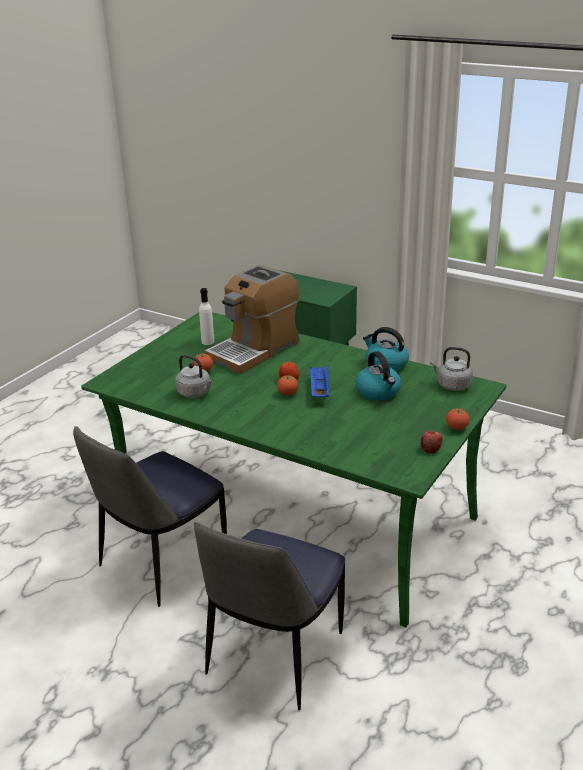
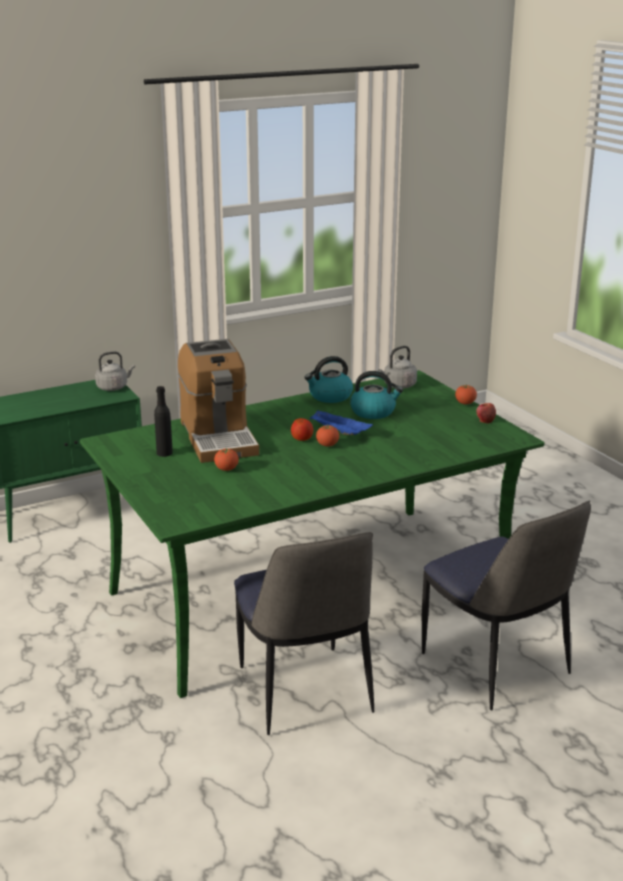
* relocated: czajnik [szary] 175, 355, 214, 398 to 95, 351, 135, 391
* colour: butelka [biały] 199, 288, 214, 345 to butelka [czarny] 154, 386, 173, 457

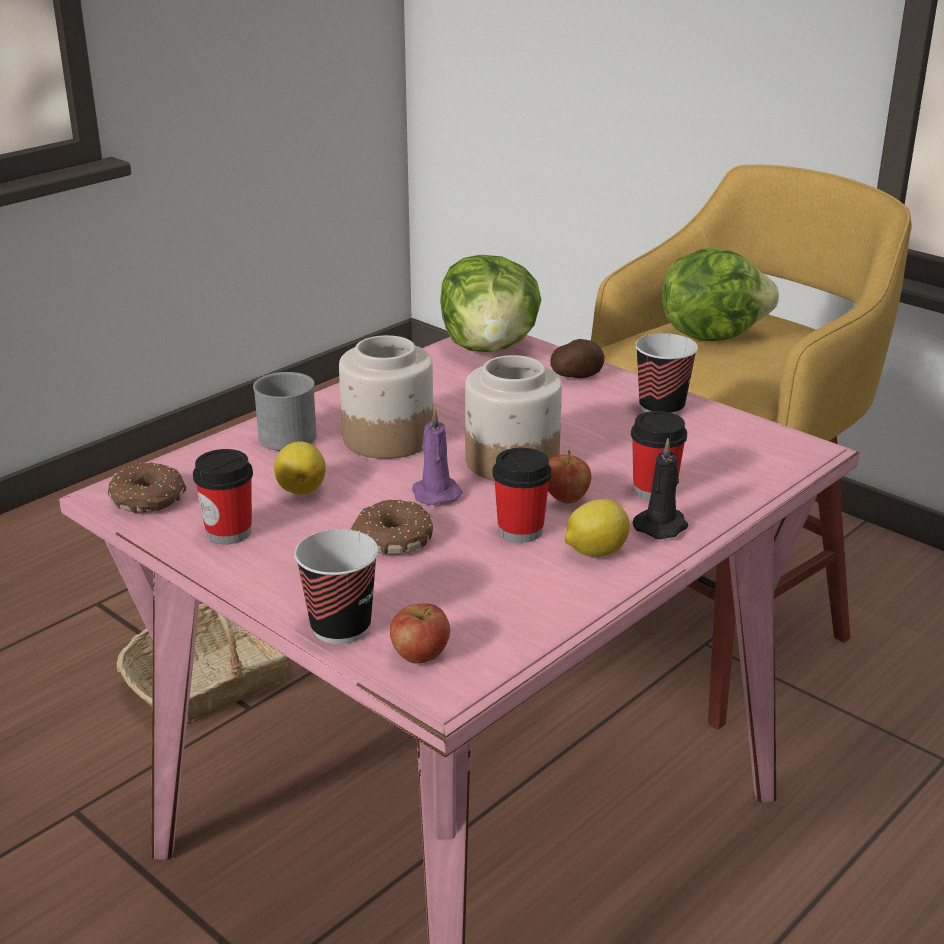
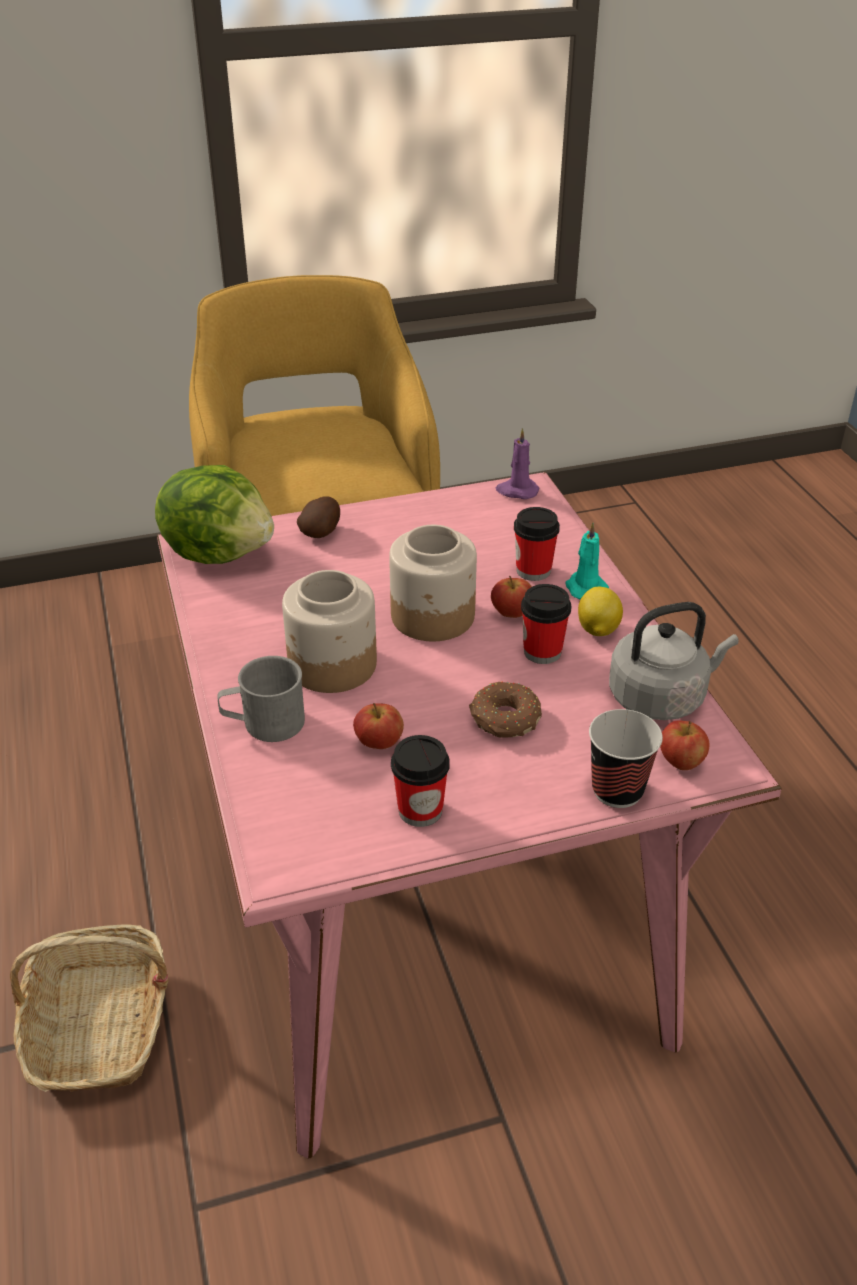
* exchanged: cytryna 274, 442, 326, 495 to jabłko 353, 703, 404, 749
* relocated: świeca [fioletowy] 412, 408, 463, 505 to 496, 428, 539, 499
* colour: świeca [czarny] 632, 438, 688, 540 to świeca [turkusowy] 566, 522, 609, 599
* appeared: czajnik [szary] 609, 602, 739, 720
* missing: donut 108, 462, 186, 513
* missing: filiżanka 635, 333, 698, 415
* missing: sałata 662, 248, 779, 341

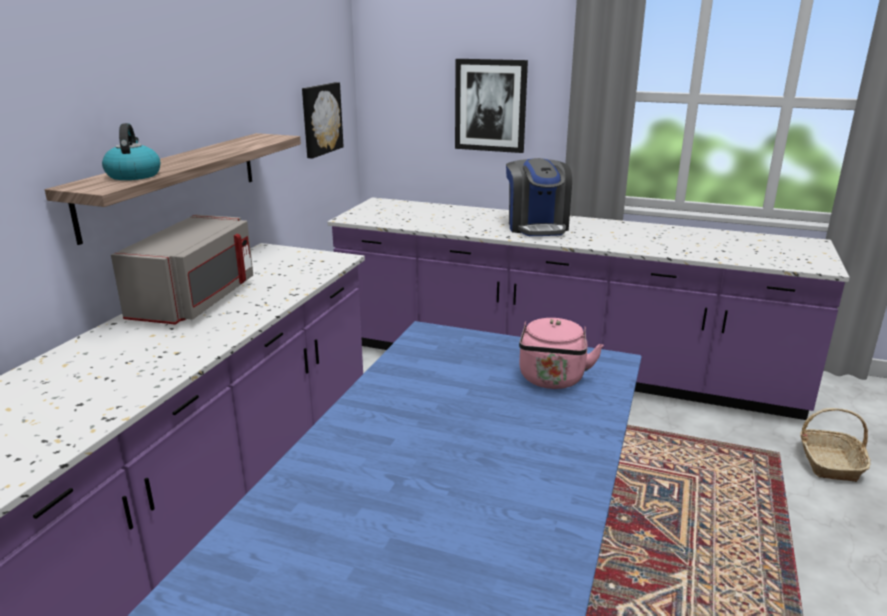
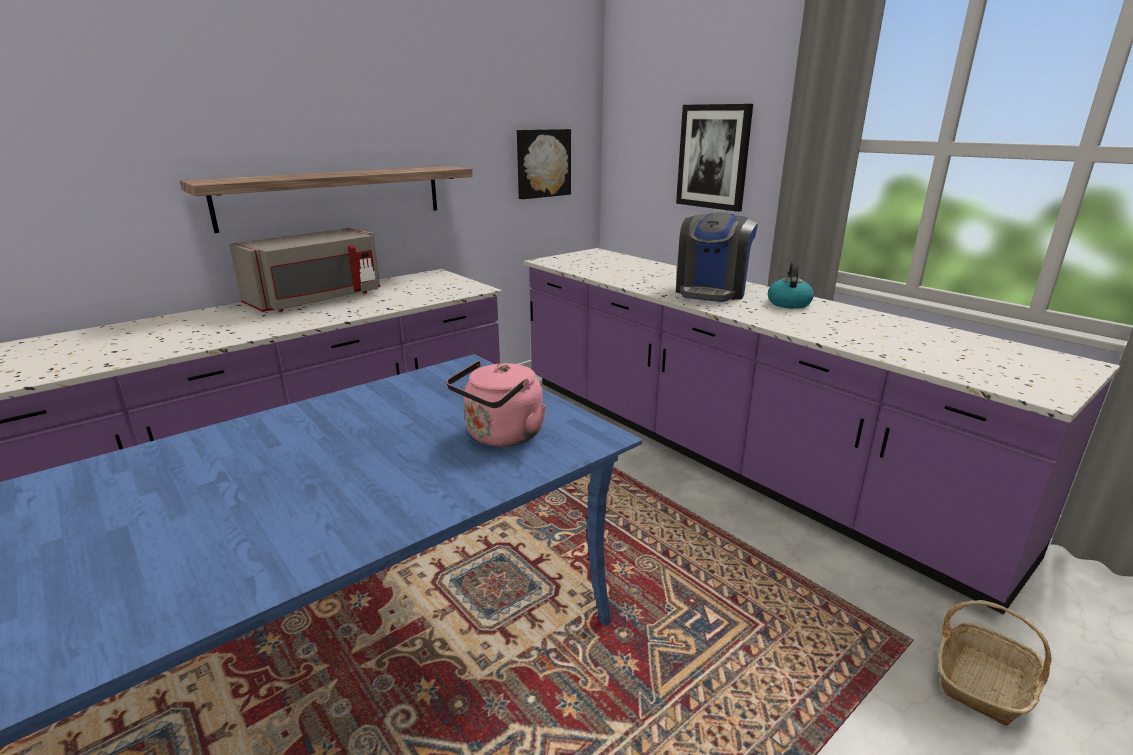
* relocated: czajnik 102, 123, 160, 180 to 768, 262, 814, 309

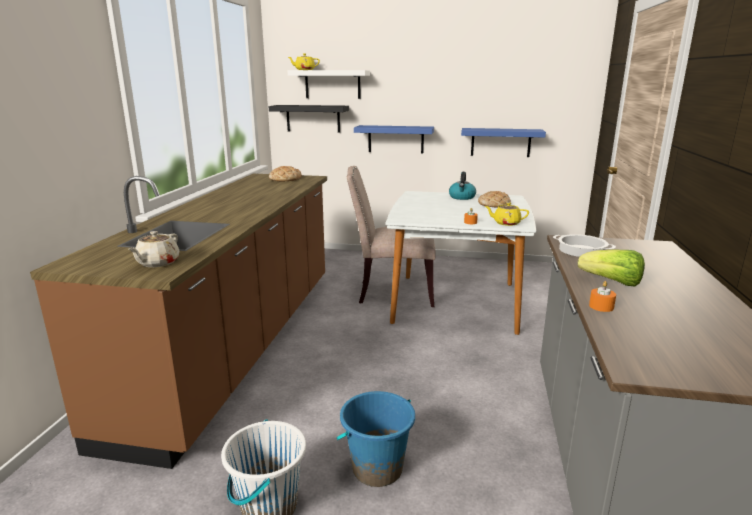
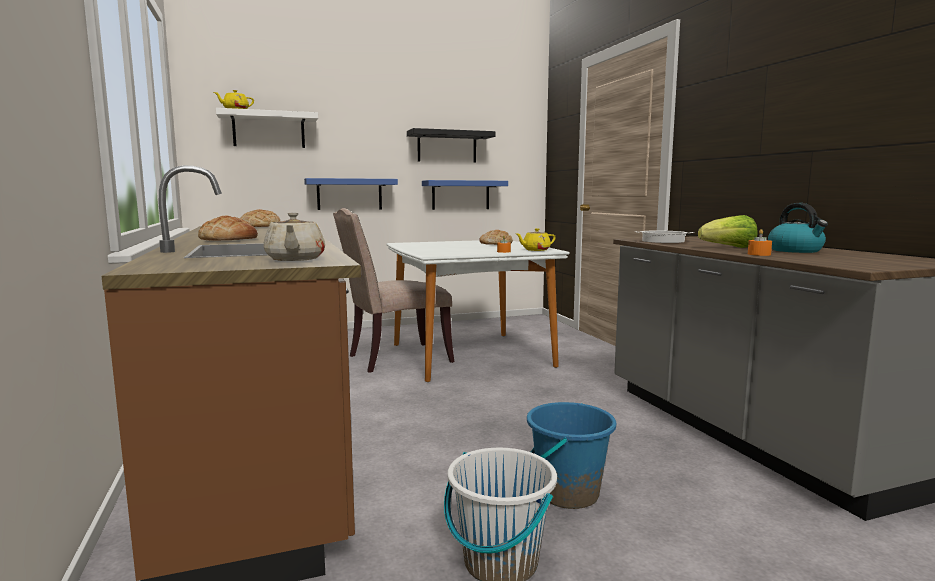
* appeared: chleb 198, 216, 258, 241
* relocated: półka [czarny] 269, 105, 349, 133 to 407, 128, 495, 163
* relocated: czajnik 449, 172, 476, 200 to 768, 203, 828, 253

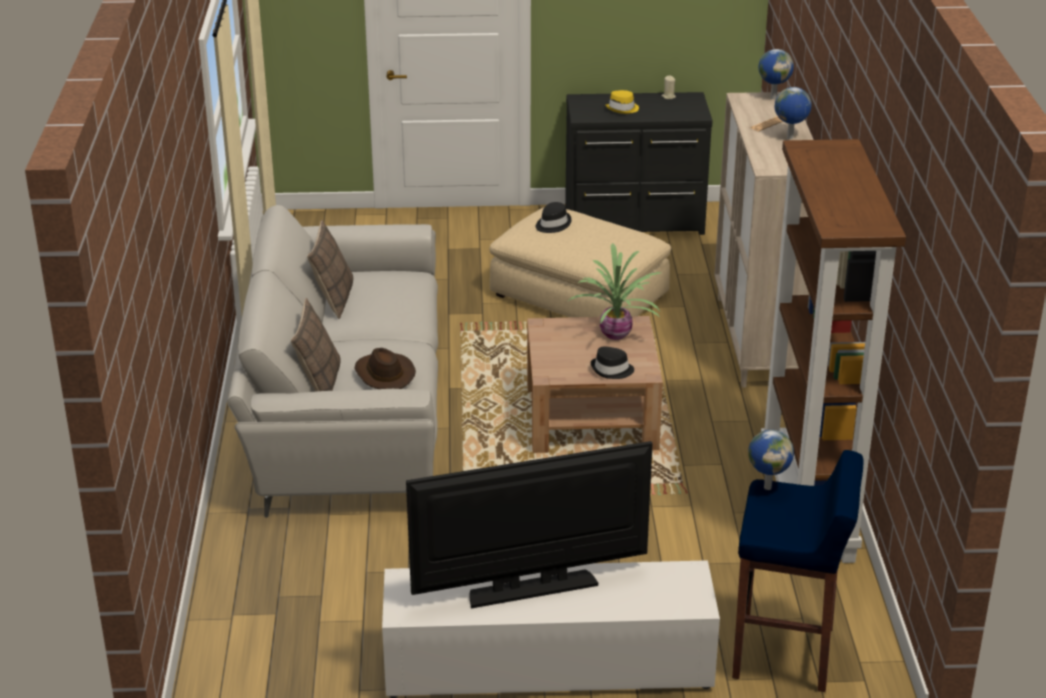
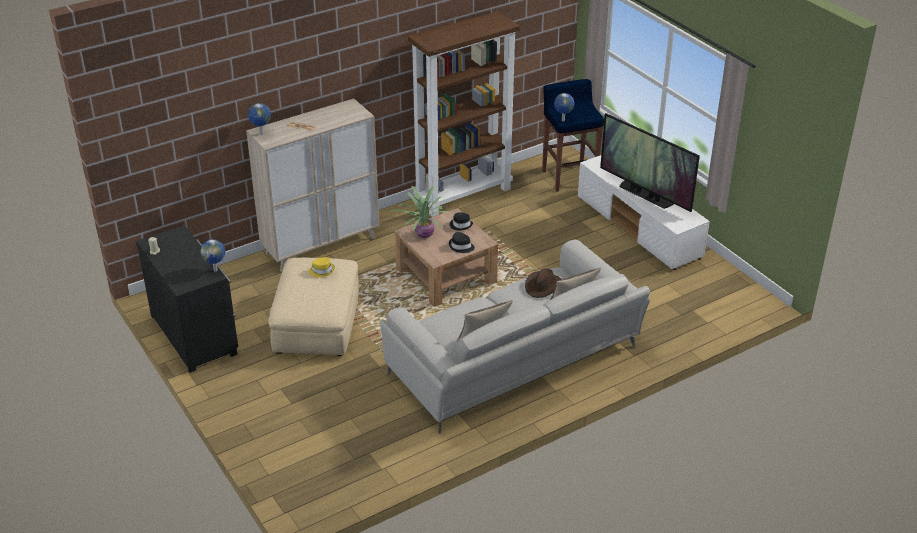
* relocated: globus 775, 87, 811, 139 to 200, 239, 225, 272
* relocated: kapelusz [żółty] 605, 90, 639, 114 to 308, 257, 335, 278
* relocated: kapelusz [czarny] 536, 202, 572, 233 to 449, 232, 475, 253

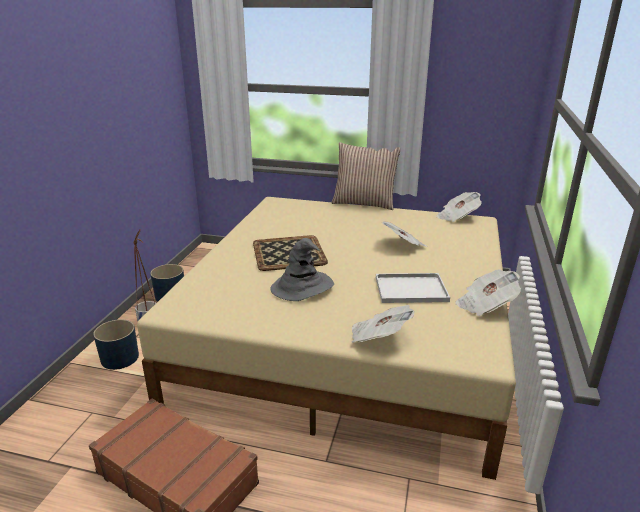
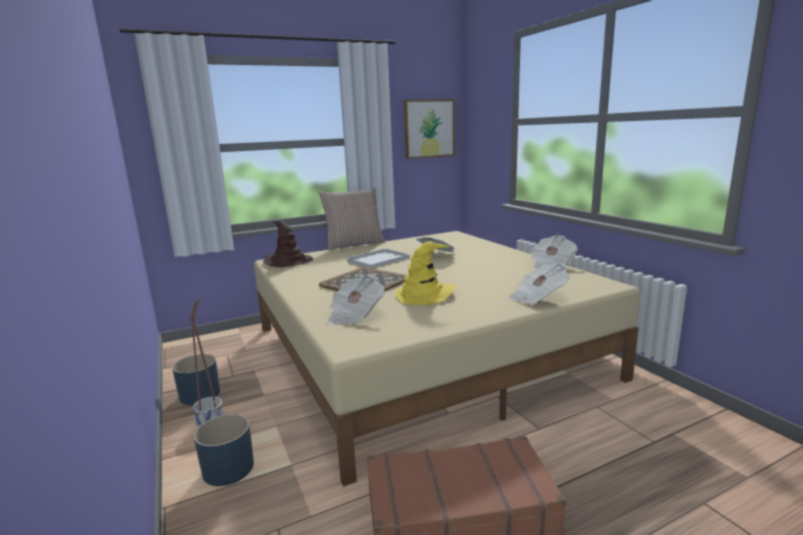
* appeared: kapelusz [brązowy] 263, 220, 313, 267
* relocated: gazeta 436, 192, 482, 222 to 327, 275, 385, 325
* relocated: taca [biały] 376, 273, 450, 303 to 347, 248, 410, 268
* colour: kapelusz [szary] 270, 238, 334, 301 to kapelusz [żółty] 395, 241, 456, 305
* appeared: obraz 404, 99, 455, 159

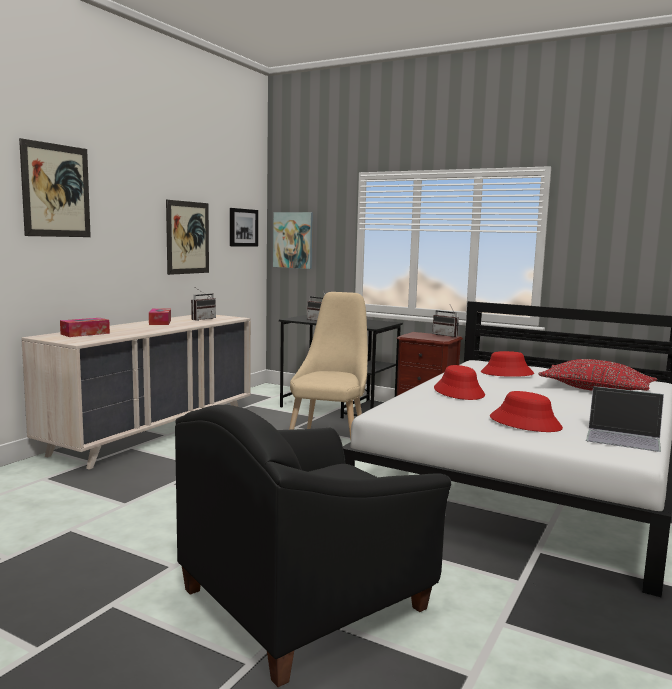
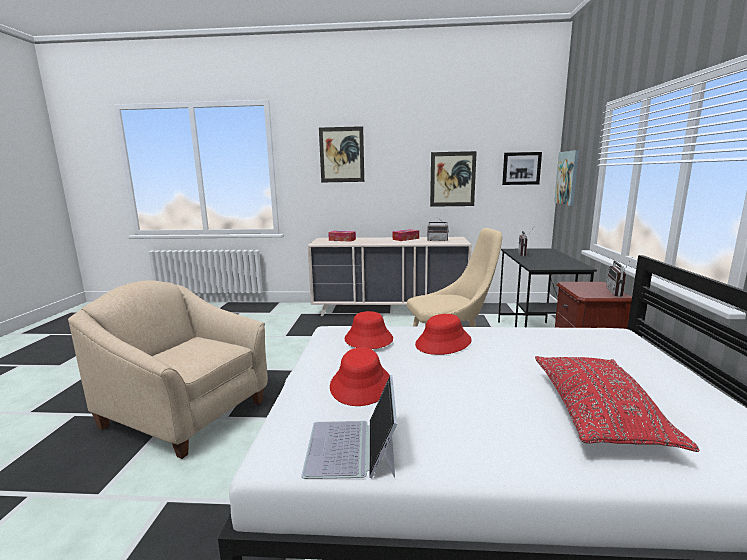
* colour: fotel [czarny] 175, 405, 452, 687 to fotel [beżowy] 68, 280, 268, 459
* relocated: kapelusz [czerwony] 481, 351, 534, 377 to 345, 311, 393, 349

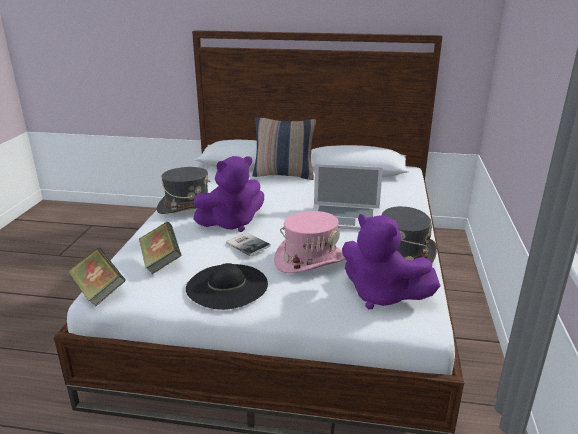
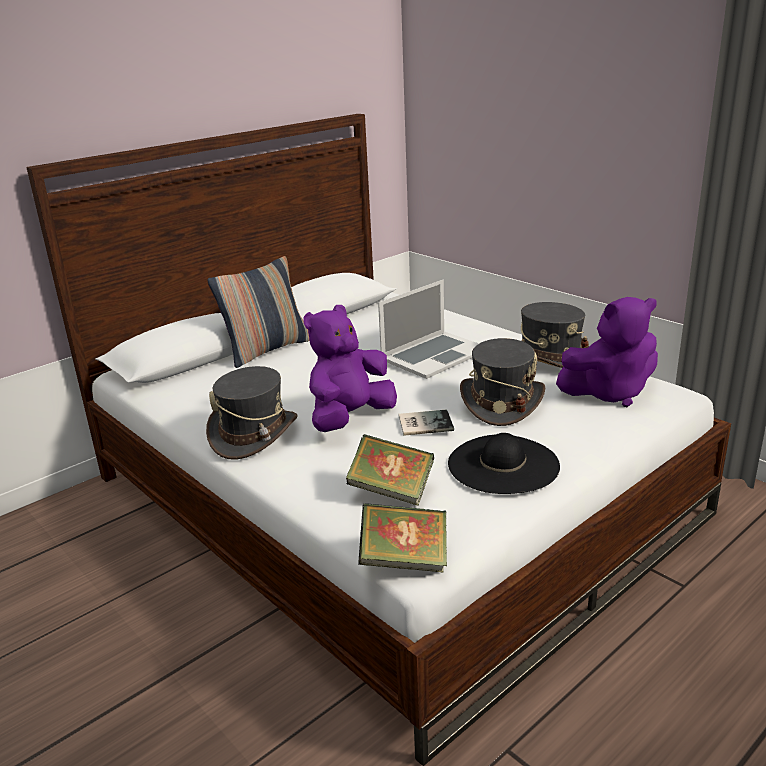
* spun: pluszak [fioletowy] 193, 156, 264, 232 = 303, 305, 397, 432 150 degrees counterclockwise
* colour: kapelusz [różowy] 274, 211, 345, 273 to kapelusz [szary] 460, 338, 545, 426

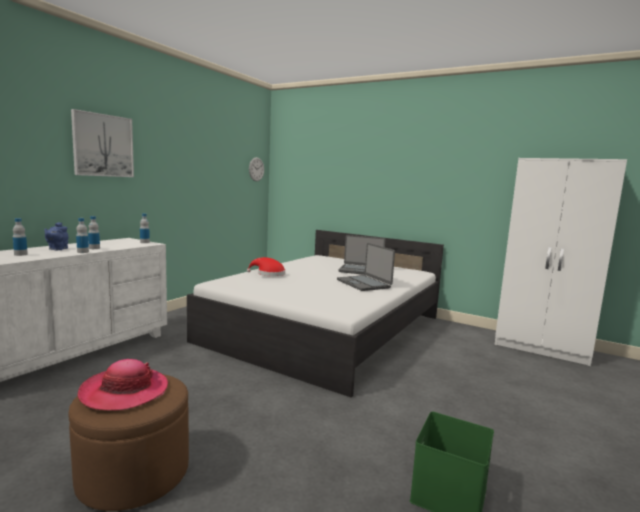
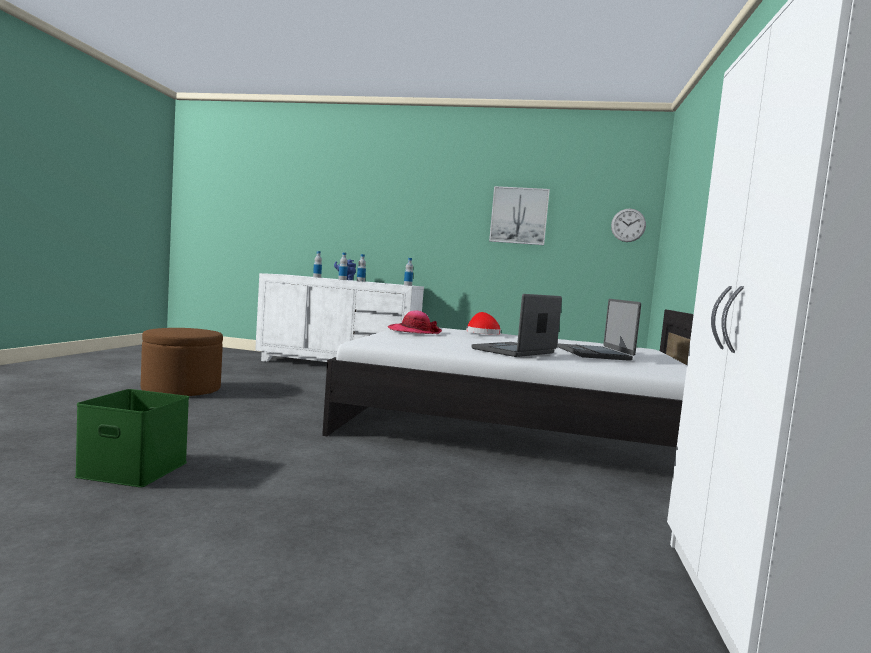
* relocated: kapelusz 78, 359, 168, 411 to 388, 311, 442, 334
* relocated: obraz 71, 109, 134, 177 to 489, 186, 550, 245

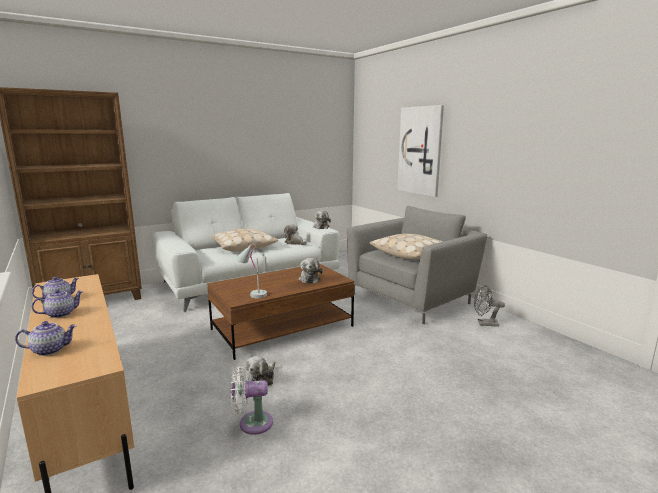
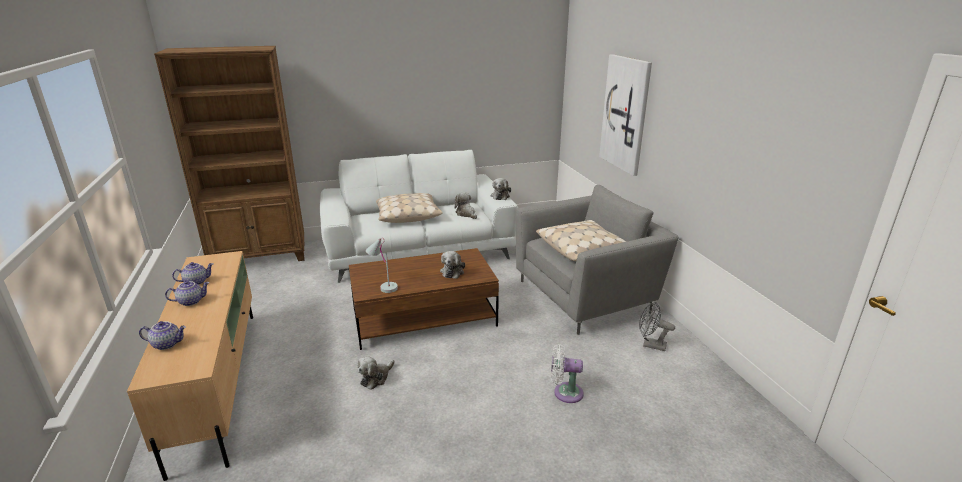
* relocated: wentylator [biały] 231, 366, 273, 435 to 551, 344, 584, 403

